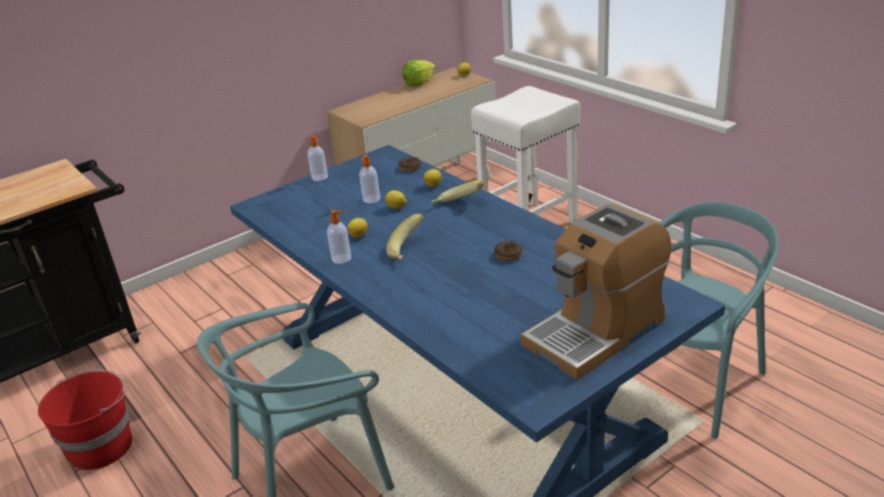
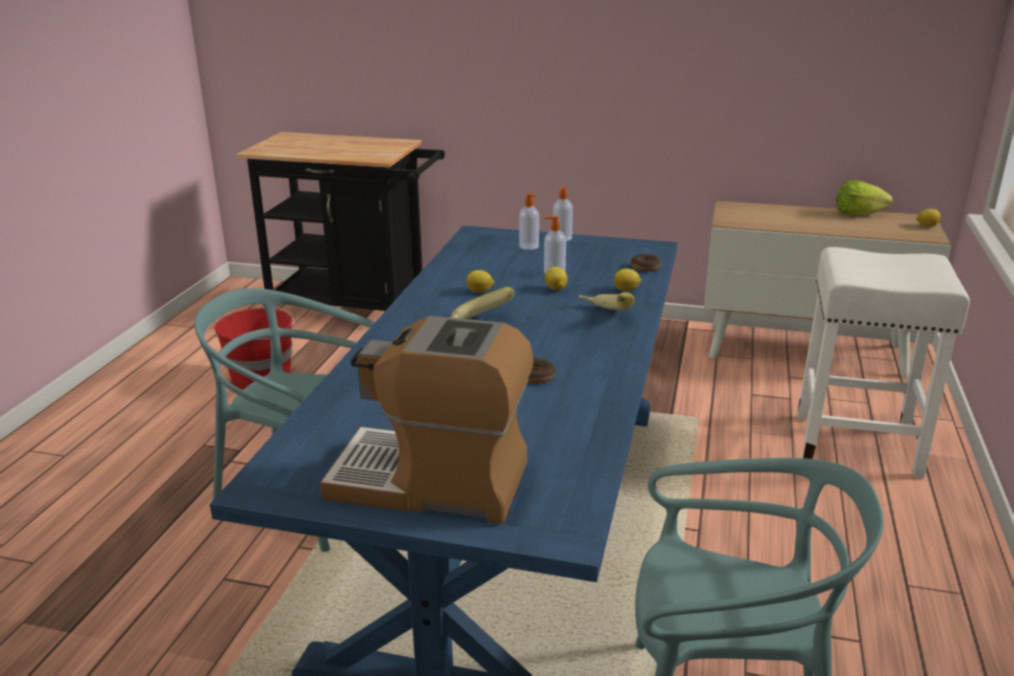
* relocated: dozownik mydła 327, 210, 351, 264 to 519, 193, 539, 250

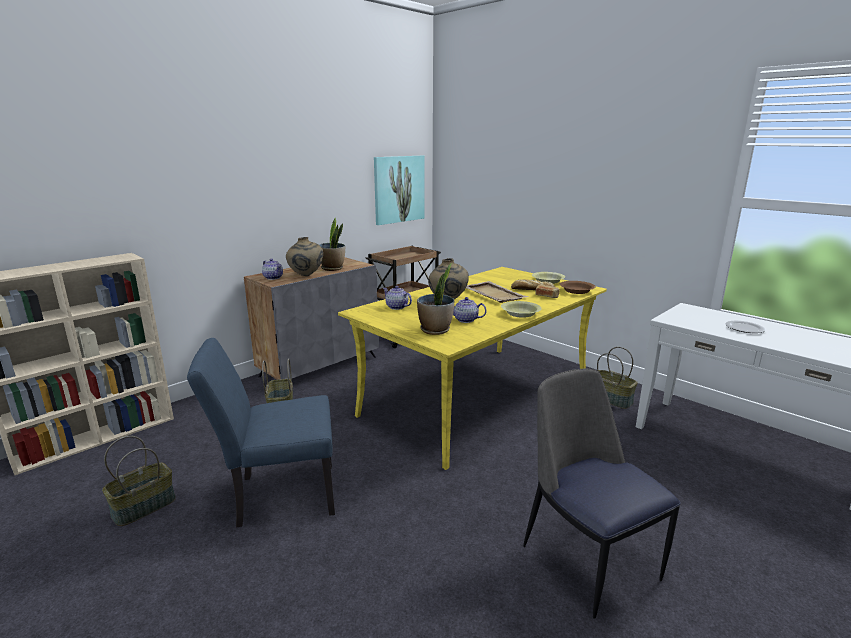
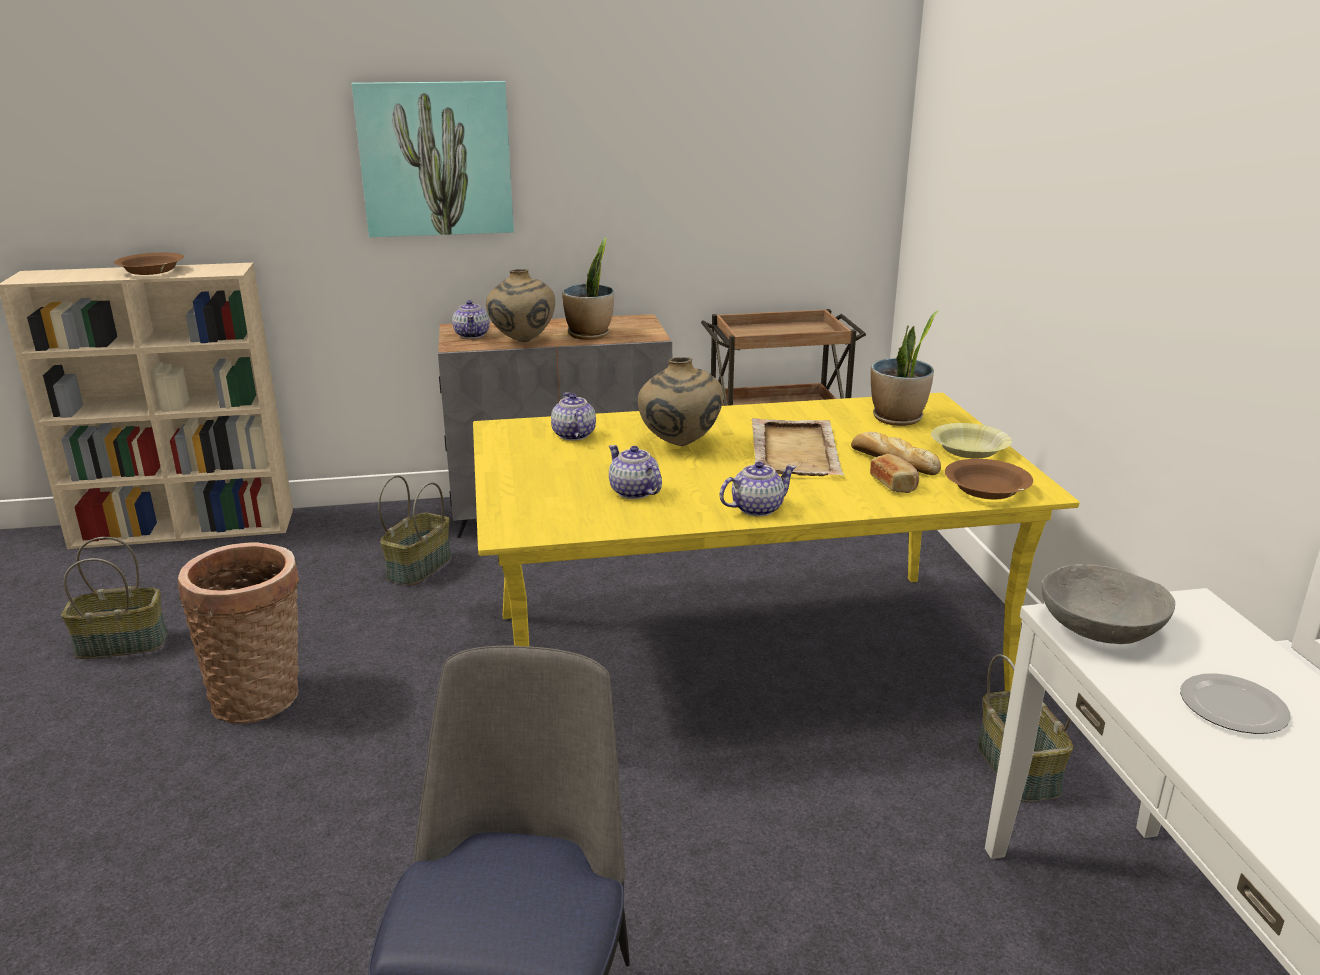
* appeared: miska [brązowy] 114, 253, 184, 275
* exchanged: krzesło [niebieski] 187, 338, 335, 527 to koszyk 178, 542, 299, 724
* relocated: obraz 374, 156, 424, 225 to 352, 81, 514, 237
* exchanged: miska [żółty] 501, 301, 542, 318 to imbryk 719, 461, 796, 517
* relocated: roślina doniczkowa 417, 263, 454, 335 to 871, 311, 938, 426
* appeared: miska [szary] 1042, 564, 1175, 644

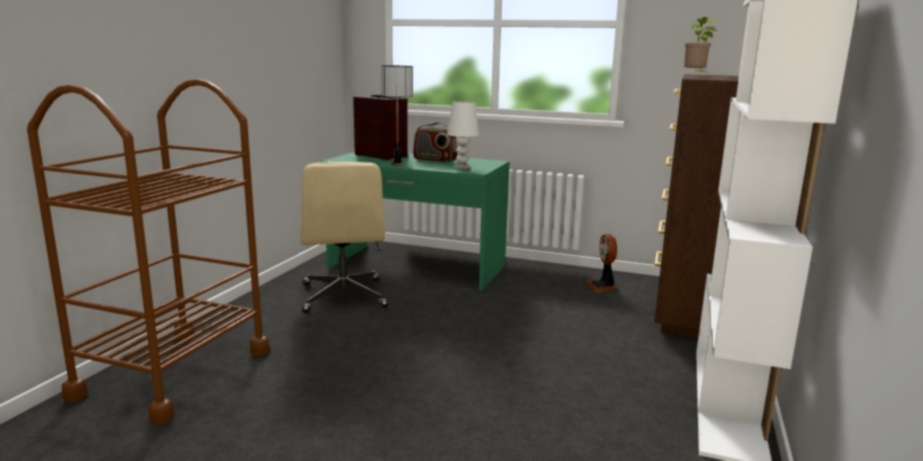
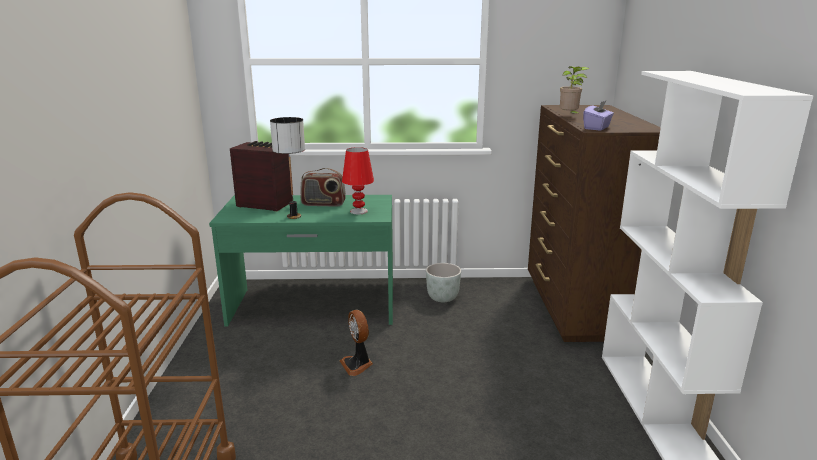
* relocated: wentylator 587, 233, 617, 292 to 340, 310, 373, 376
* colour: lampa stołowa [biały] 447, 101, 479, 169 to lampa stołowa [czerwony] 342, 147, 374, 214
* appeared: donica [szary] 426, 263, 461, 302
* appeared: pudełko chusteczek [fioletowy] 583, 100, 614, 131
* missing: krzesło biurowe [beżowy] 300, 162, 388, 313

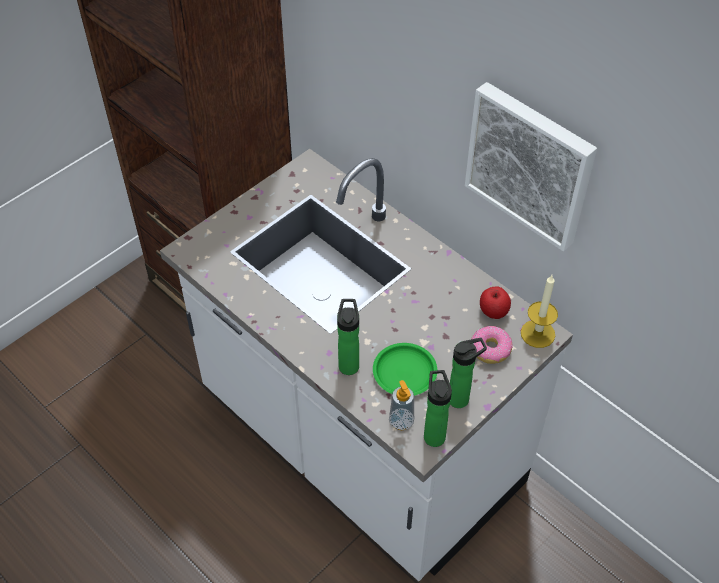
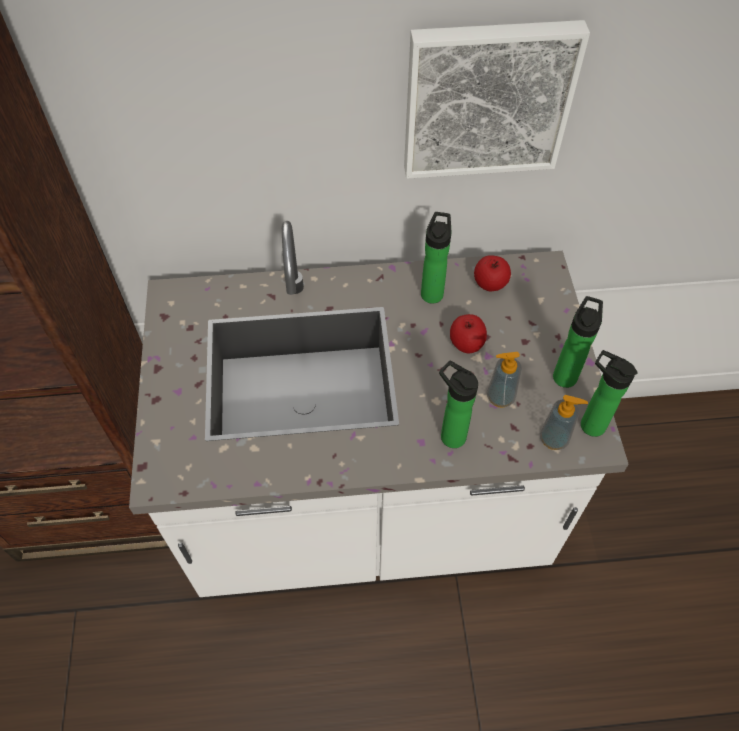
* appeared: butelka 421, 212, 452, 304
* appeared: jabłko 450, 314, 487, 353
* exchanged: talerz [zielony] 373, 343, 437, 396 to dozownik mydła 487, 352, 522, 407
* missing: donut 471, 326, 513, 364
* missing: świeca 521, 275, 558, 348

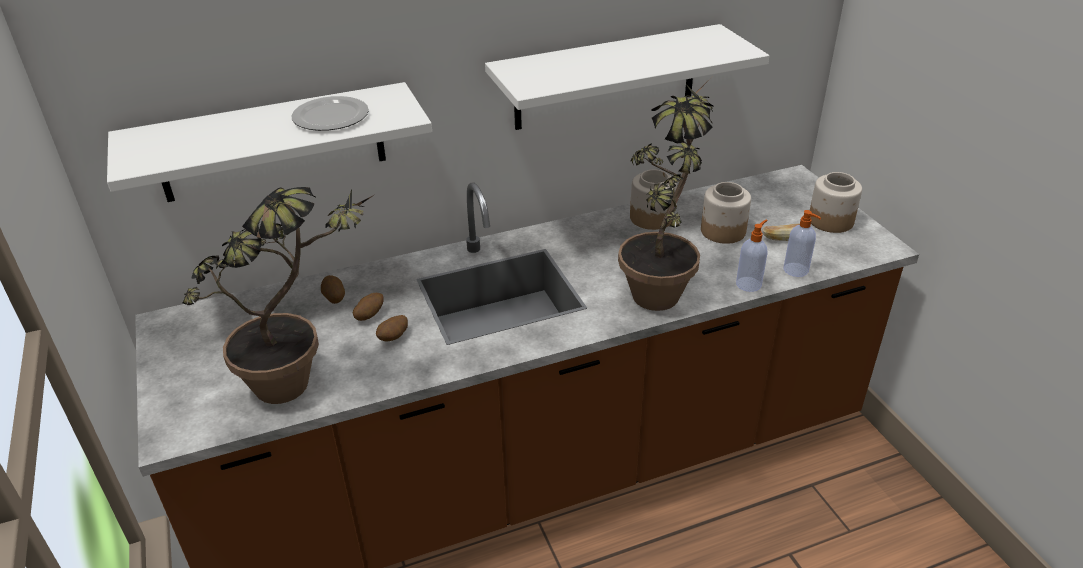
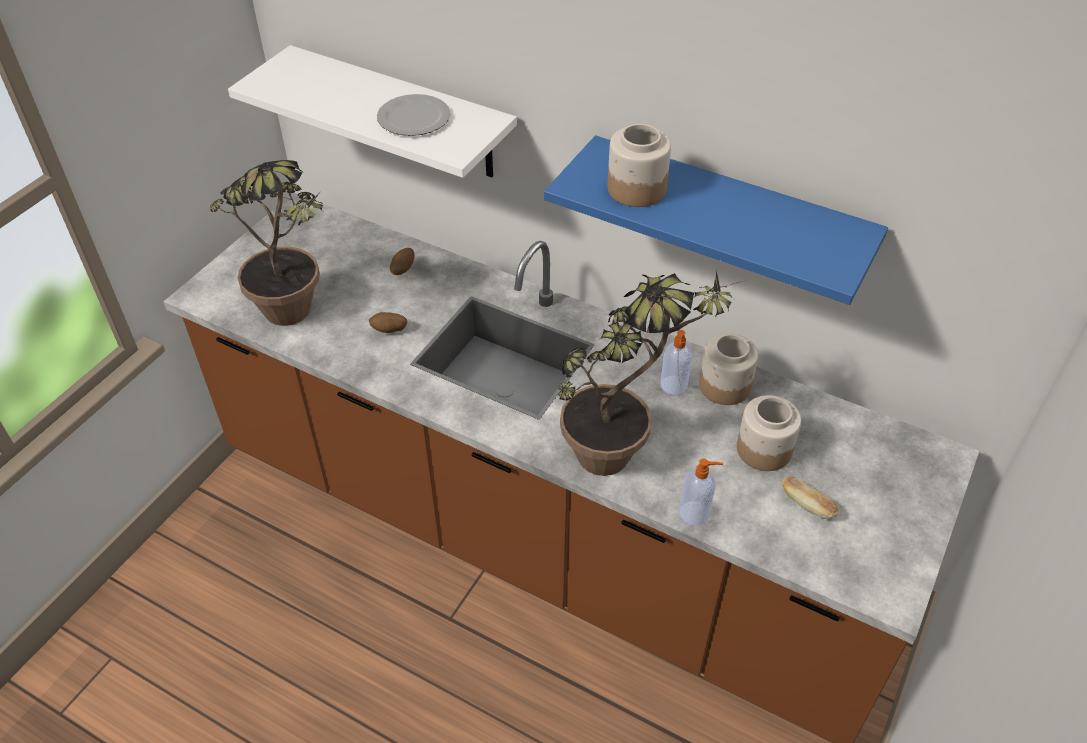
* colour: półka [biały] 485, 24, 770, 130 to półka [niebieski] 544, 136, 888, 305
* relocated: słoik 810, 172, 862, 233 to 607, 124, 671, 207
* relocated: dozownik mydła 784, 210, 821, 277 to 660, 330, 692, 395
* missing: ziemniak 353, 293, 384, 321

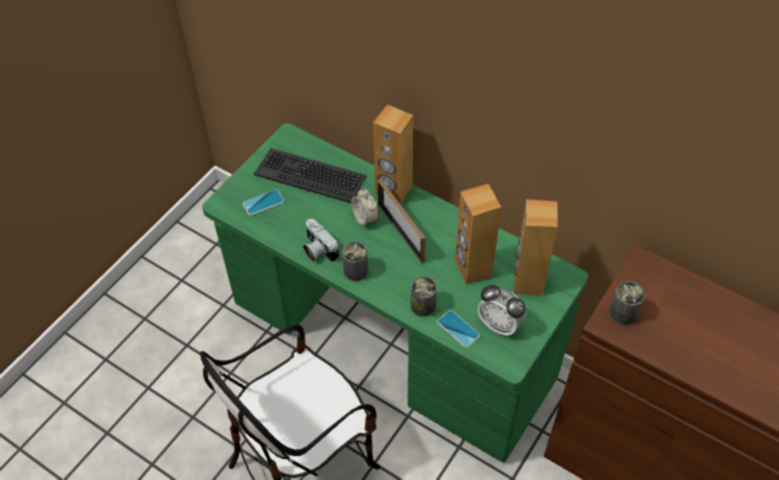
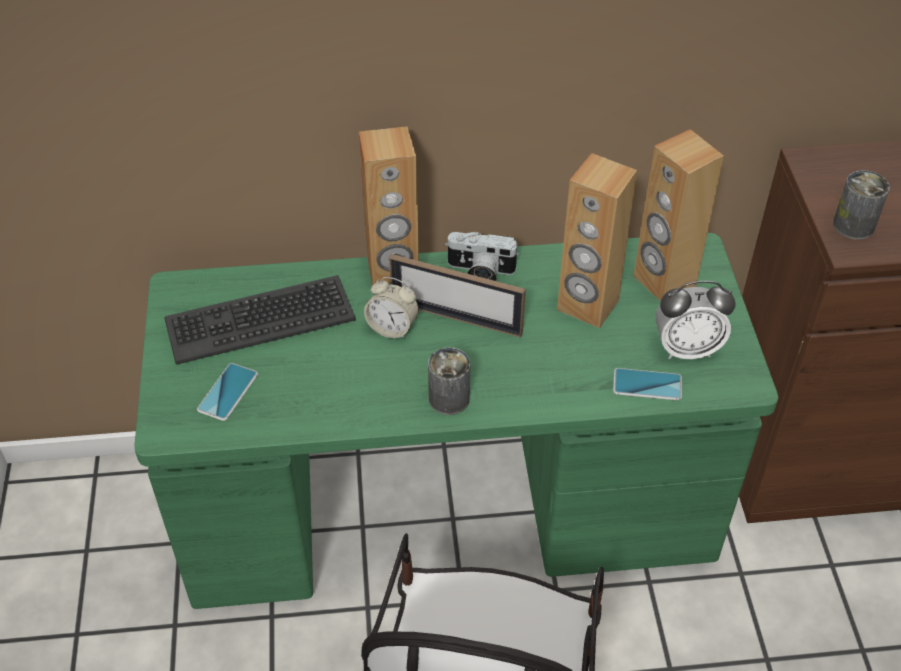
* relocated: aparat fotograficzny 303, 219, 339, 262 to 445, 232, 519, 281
* missing: puszka 411, 277, 437, 317

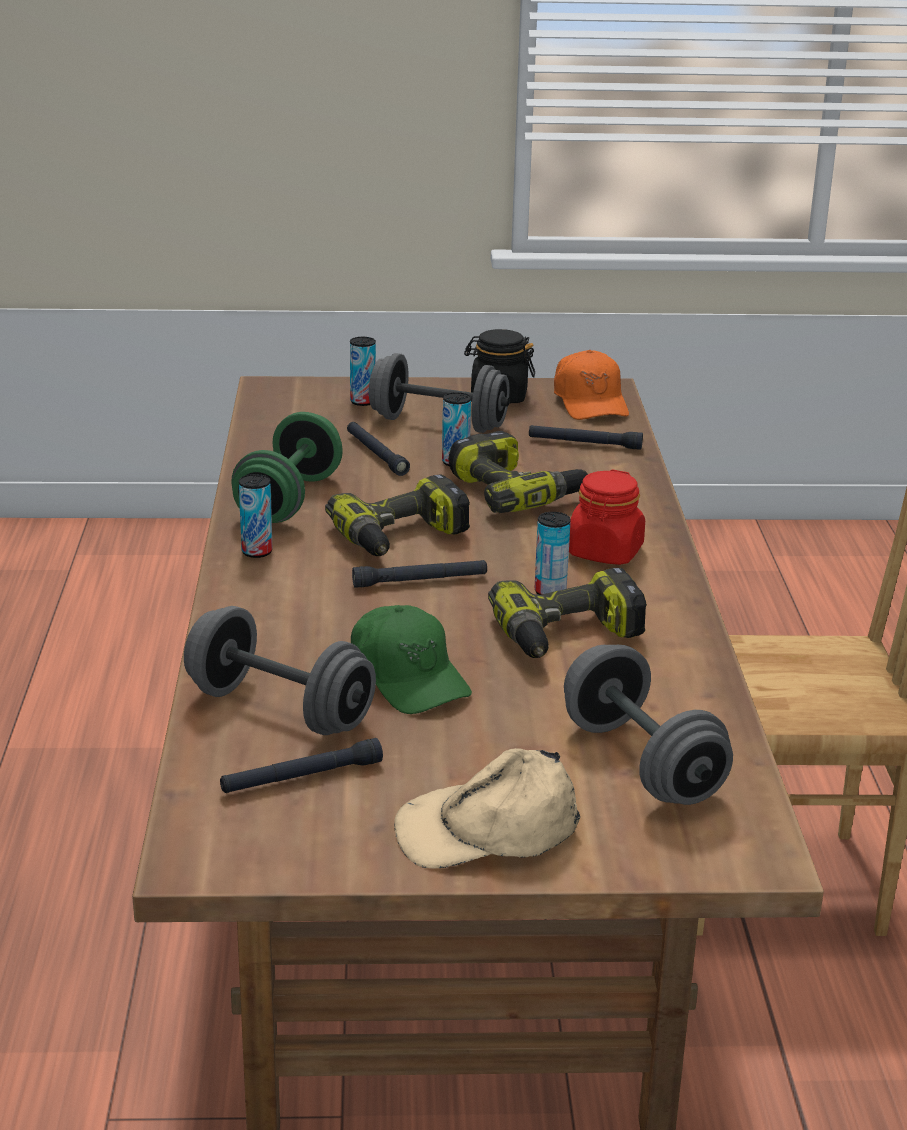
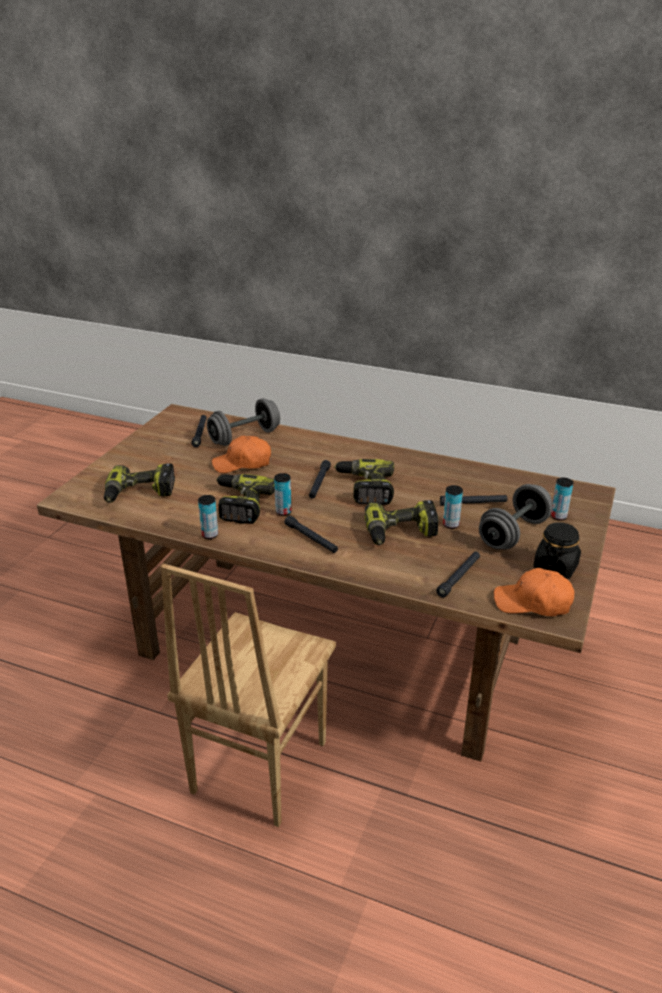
* exchanged: hantel [szary] 564, 645, 733, 805 to wiertarka 104, 464, 175, 503
* relocated: puszka 239, 474, 273, 558 to 198, 495, 218, 539
* colour: czapka z daszkiem [zielony] 351, 605, 472, 714 to czapka z daszkiem [pomarańczowy] 212, 436, 271, 473
* exchanged: słoik [czerwony] 569, 469, 645, 565 to latarka [czarny] 285, 516, 338, 553
* missing: hantel [zielony] 231, 412, 343, 523
* missing: czapka z daszkiem [beżowy] 394, 748, 580, 869

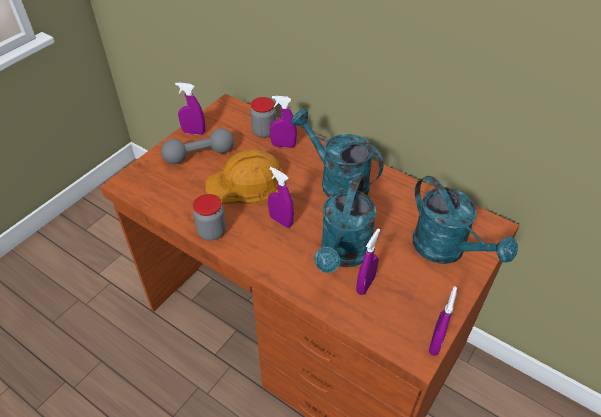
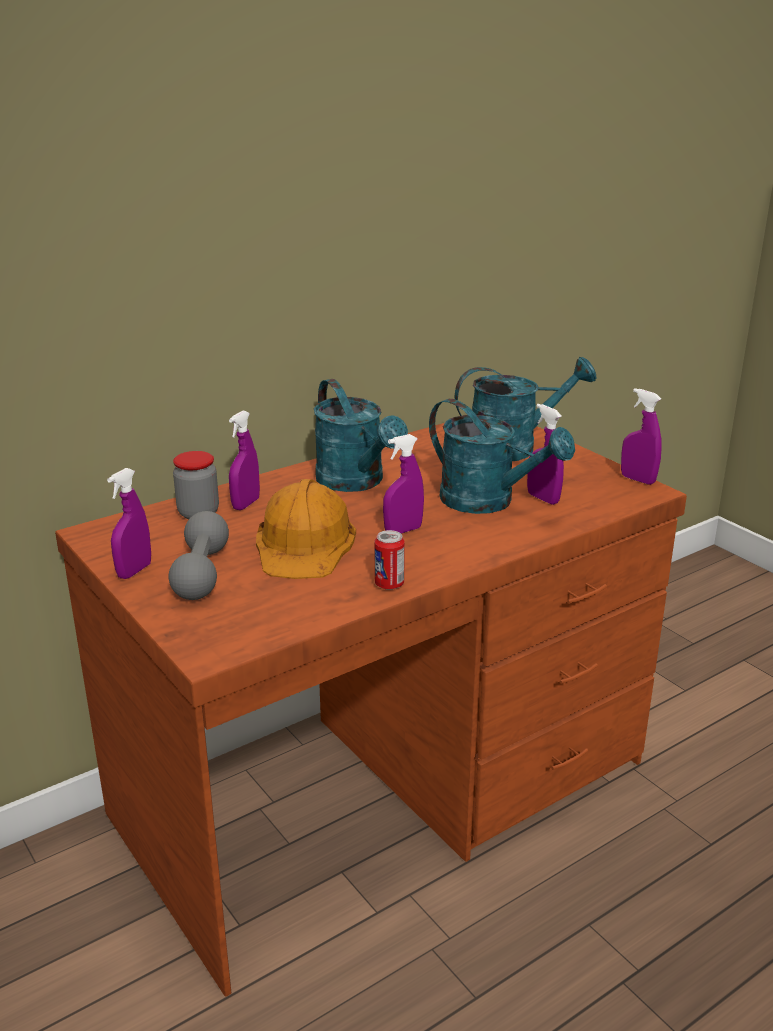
* spun: konewka [turkusowy] 291, 109, 383, 197 = 314, 379, 408, 492 90 degrees counterclockwise
* exchanged: słoik 193, 194, 226, 241 to puszka 375, 530, 405, 590

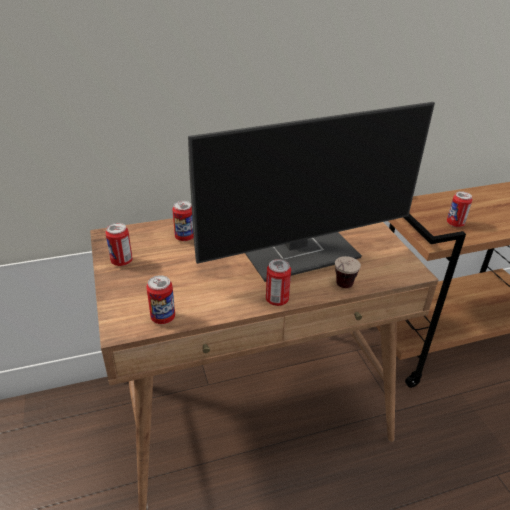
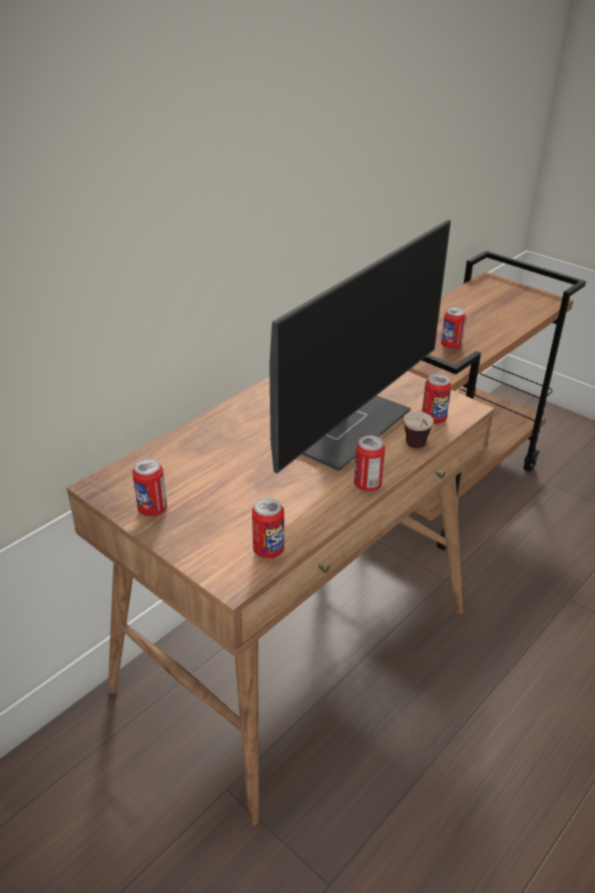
* relocated: puszka 172, 201, 194, 241 to 422, 374, 451, 424

